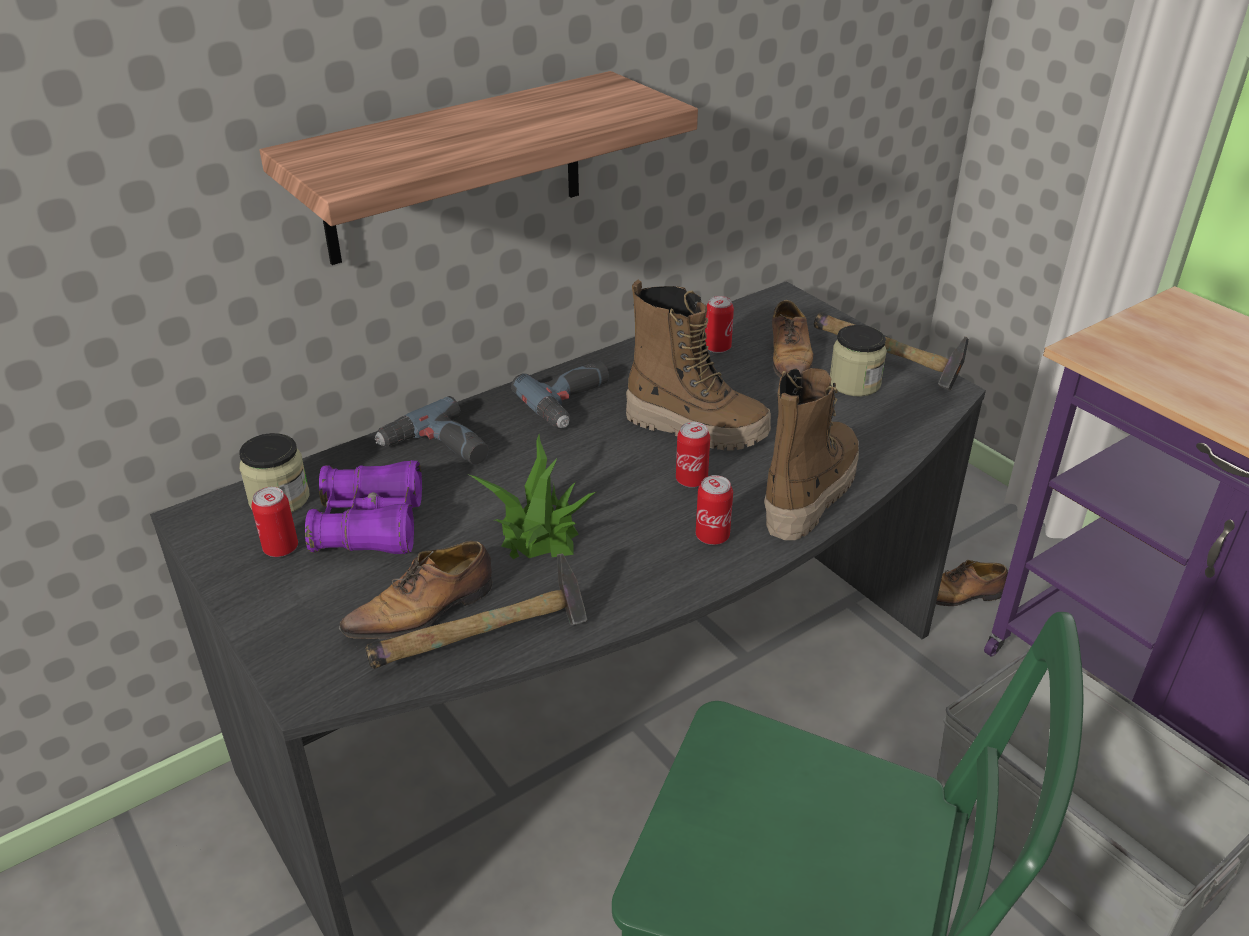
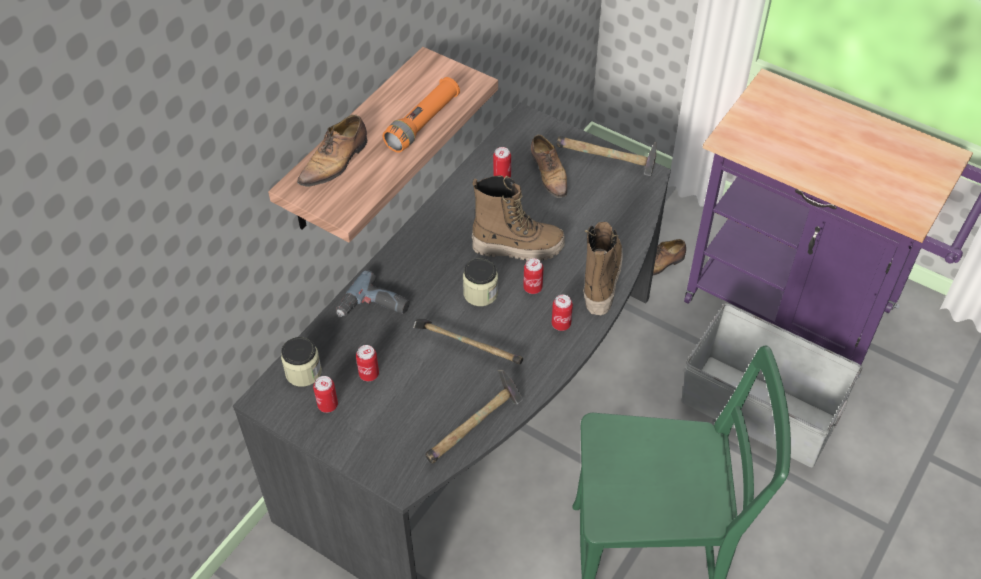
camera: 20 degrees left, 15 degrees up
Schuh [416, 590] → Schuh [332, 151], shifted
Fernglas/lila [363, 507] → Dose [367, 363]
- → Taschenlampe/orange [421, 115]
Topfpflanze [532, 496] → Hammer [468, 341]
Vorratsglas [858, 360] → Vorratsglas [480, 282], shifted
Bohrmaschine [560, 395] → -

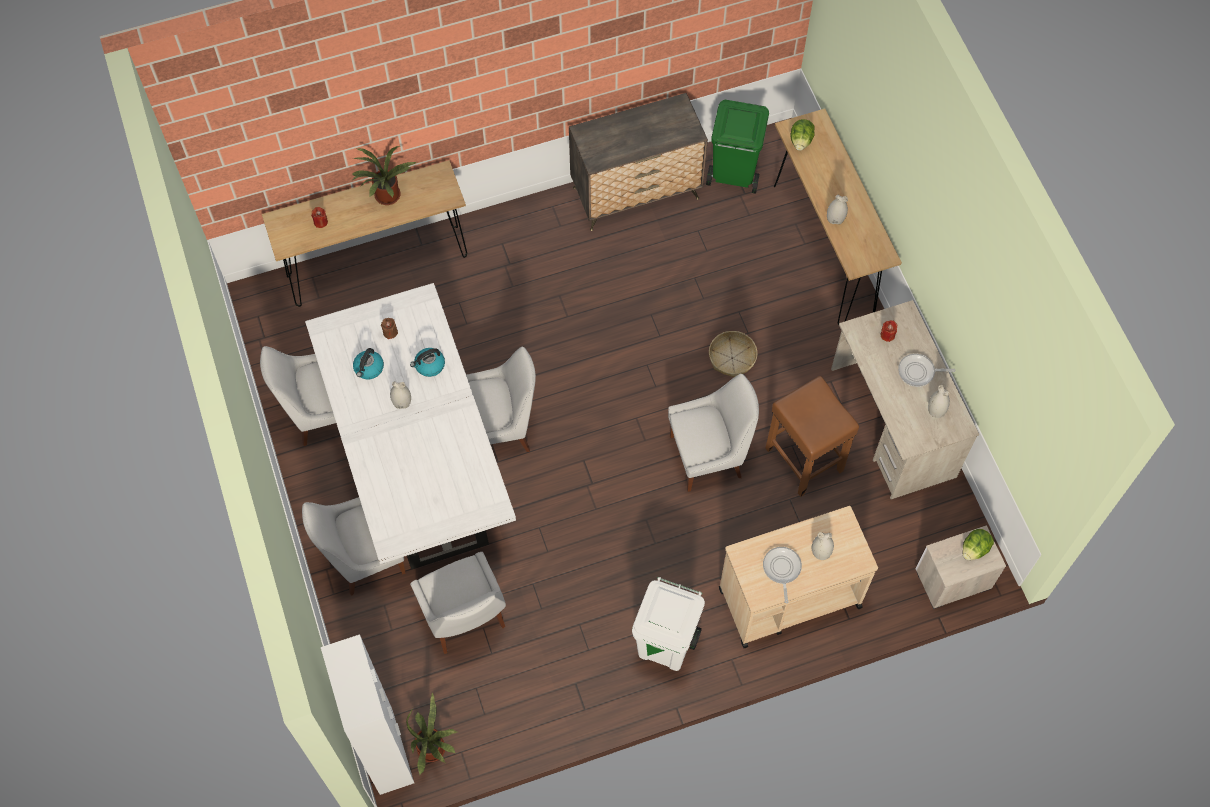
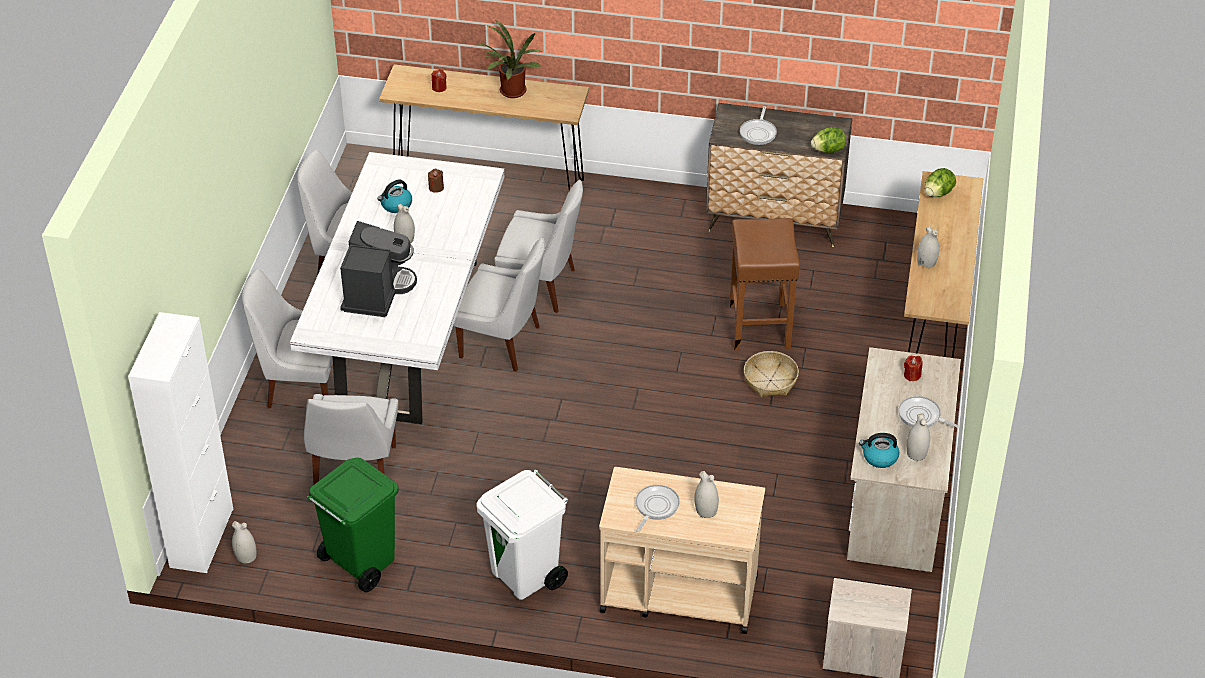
camera: 30 degrees right, 20 degrees down
Topfpflanze [431, 733] → Vase/weiß [244, 542]
Mülleimer/grün [737, 147] → Mülleimer/grün [352, 525], shifted
- → Kaffeemaschine [378, 269]
Stuhl/weiß [713, 433] → Stuhl/weiß [539, 246], shifted
Hocker/braun [812, 436] → Hocker/braun [765, 284], shifted
- → Pfanne [758, 125]
Salatkopf [978, 544] → Salatkopf [828, 140], shifted
Wasserkessel [427, 362] → Wasserkessel [879, 450], shifted

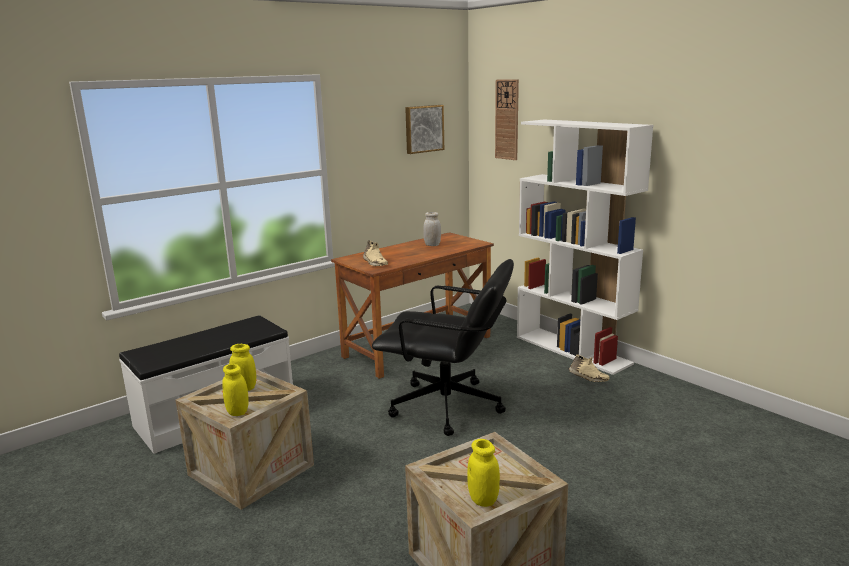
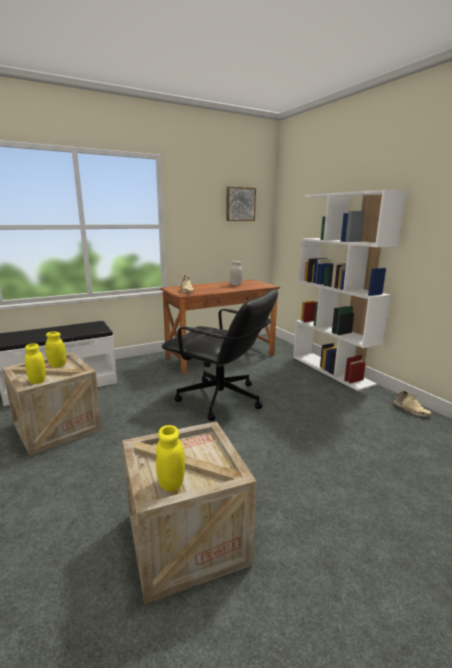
camera: 10 degrees right, 0 degrees up
Schuh/beige [589, 368] → Schuh/beige [412, 403], shifted
Wanduhr [507, 119] → -

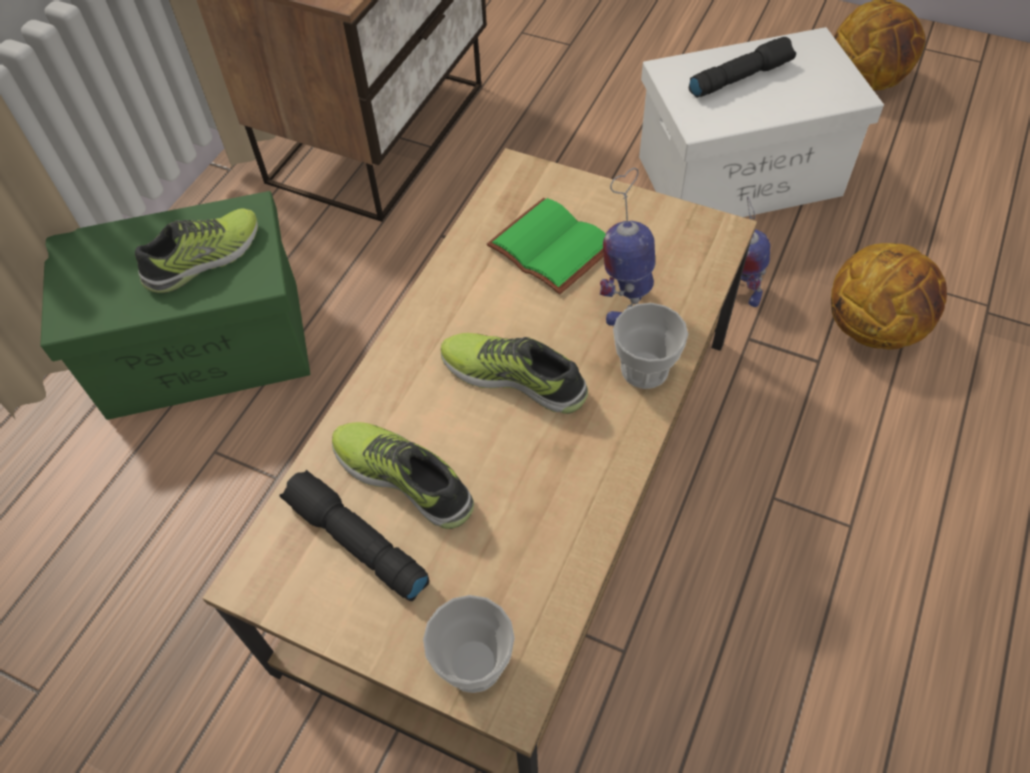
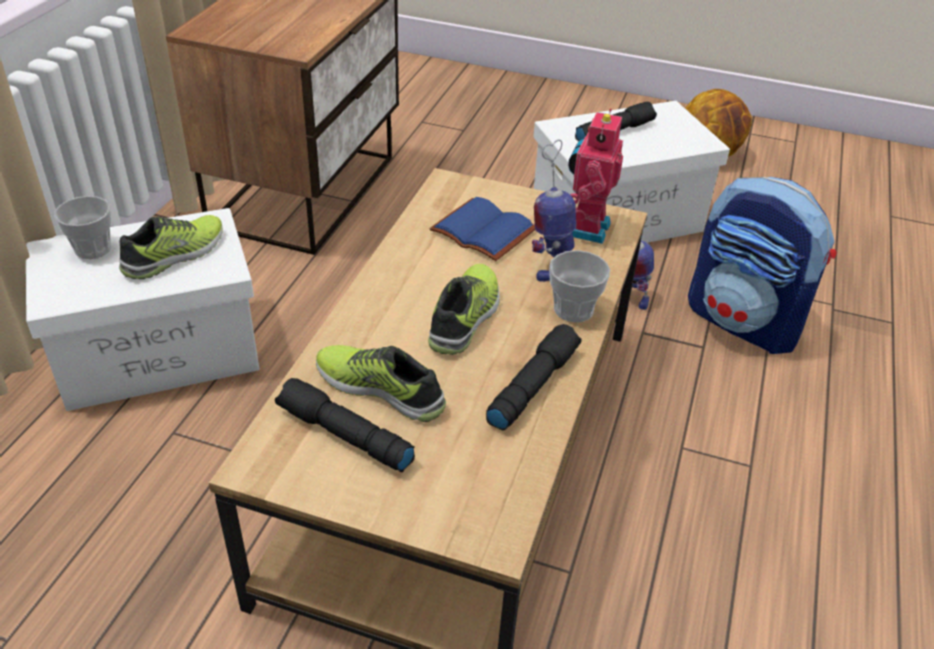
camera: 10 degrees left, 15 degrees down
Aufbewahrungsbox/grün [175, 305] → Aufbewahrungsbox/weiß [143, 309]
Tasse [469, 644] → Tasse [83, 227], shifted
Schuh [514, 373] → Schuh [464, 309], 90 degrees clockwise
Buch/grün [546, 246] → Buch/blau [482, 229]
- → Taschenlampe/schwarz [534, 377]
- → Spielzeugroboter [595, 176]
Basketball [889, 296] → Rucksack [762, 265]

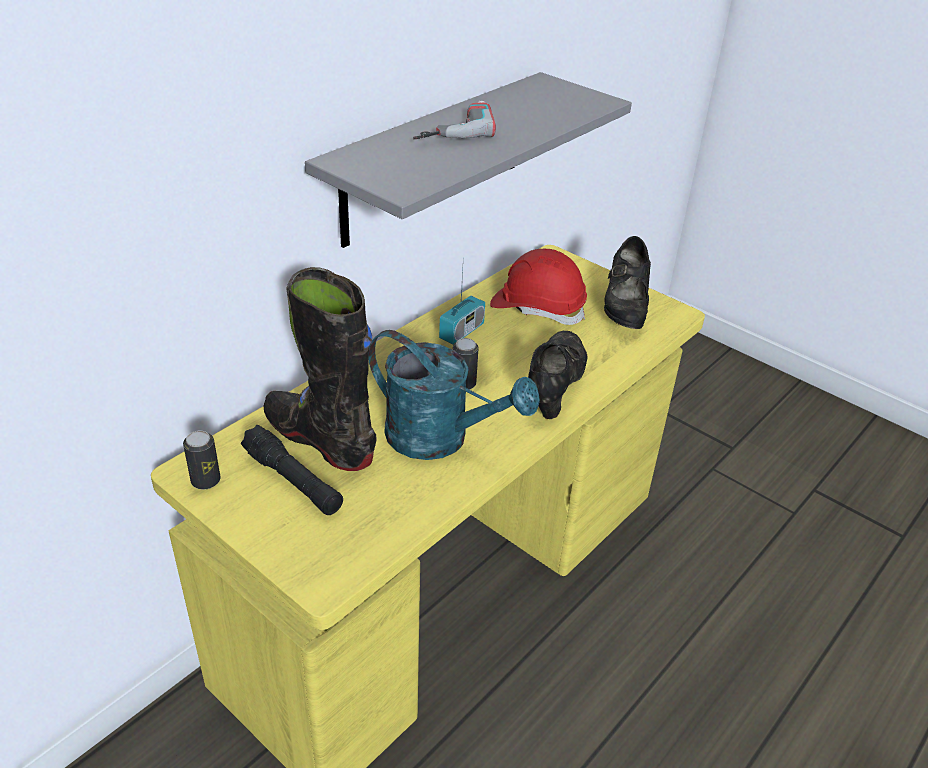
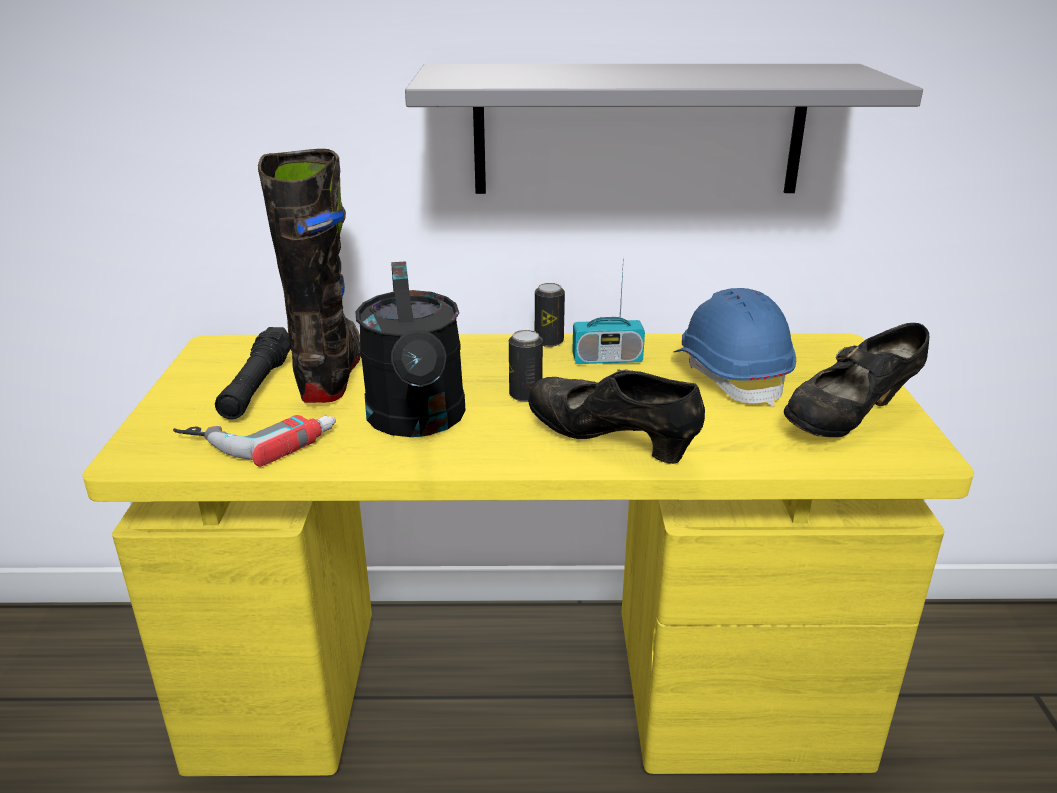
camera: 50 degrees right, 10 degrees down
Bohrmaschine [454, 119] → Bohrmaschine [254, 441], shifted
Gießkanne/türkis [454, 395] → Gießkanne/schwarz [411, 349]
Schuh/schwarz [557, 375] → Schuh/schwarz [616, 416], 120 degrees counterclockwise
Dose [201, 459] → Dose [550, 315], shifted
Schutzhelm/rot [538, 287] → Schutzhelm/blau [734, 347]

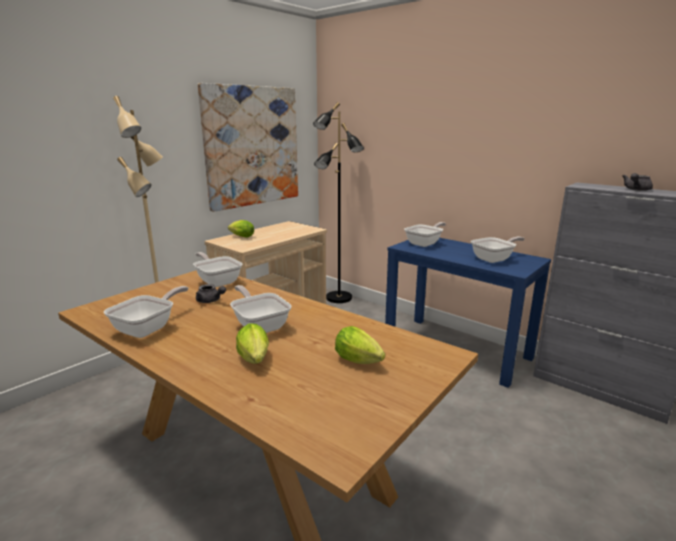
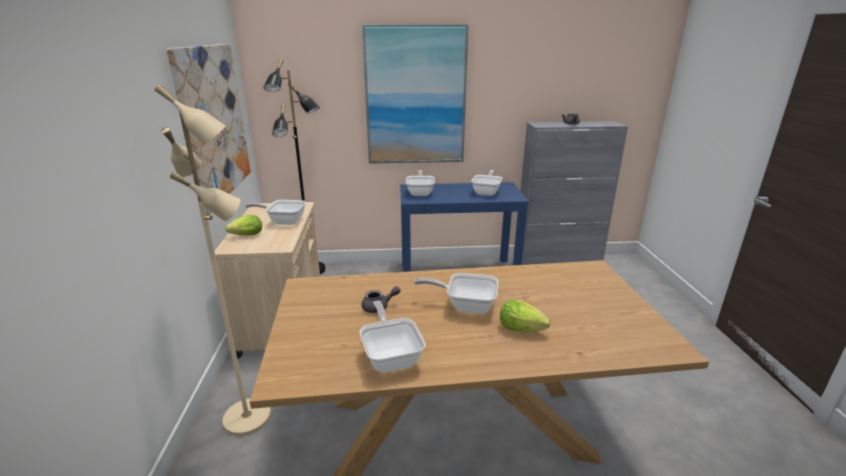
camera: 45 degrees left, 5 degrees up
Pfanne [217, 269] → Pfanne [275, 212], shifted
- → Bild [415, 94]
Salatkopf [360, 345] → -

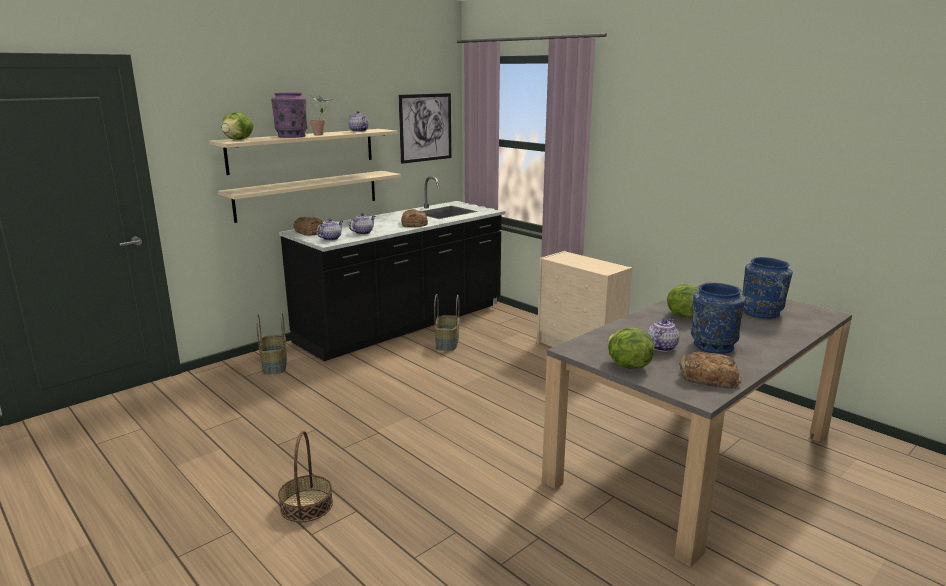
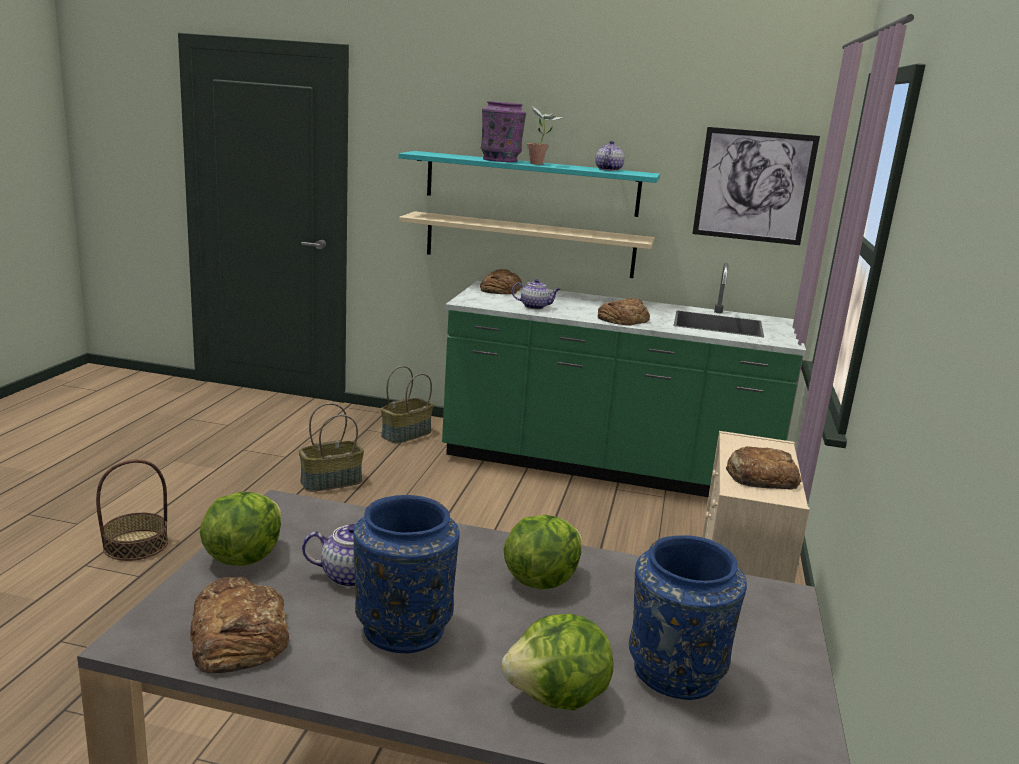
camera: 55 degrees right, 0 degrees up
Korb [447, 322] → Korb [331, 447], shifted
Wandregal/beige [303, 152] → Wandregal/türkis [529, 184]
Küchenzeile/schwarz [392, 268] → Küchenzeile/grün [624, 380]
Salatkopf [237, 126] → Salatkopf [558, 662], shifted
- → Brot [764, 468]
Teekanne [329, 229] → -

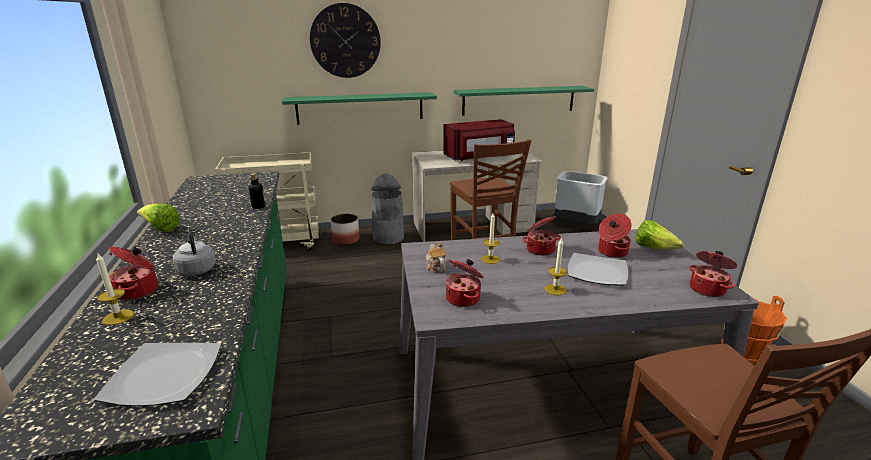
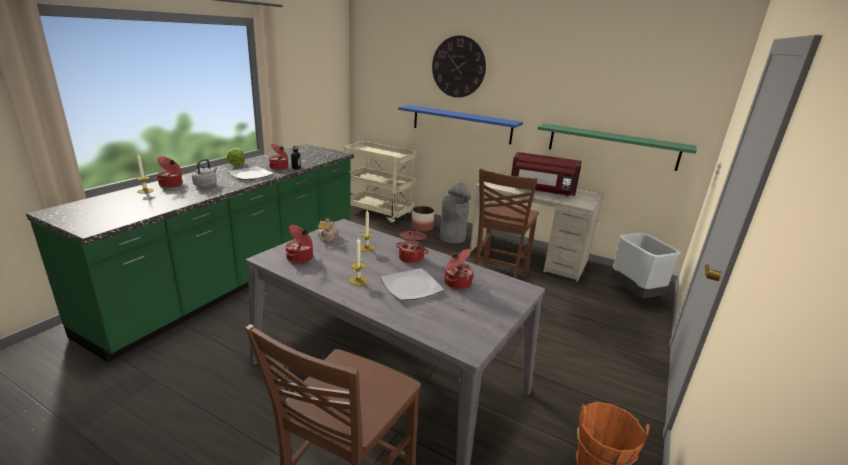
camera: 40 degrees right, 0 degrees up
Teller [157, 374] → Teller [250, 173], shifted
Kochtopf [713, 274] → Kochtopf [278, 156], shifted
Wandregal/grün [359, 108] → Wandregal/blau [460, 124]
Salatkopf [660, 235] → -

